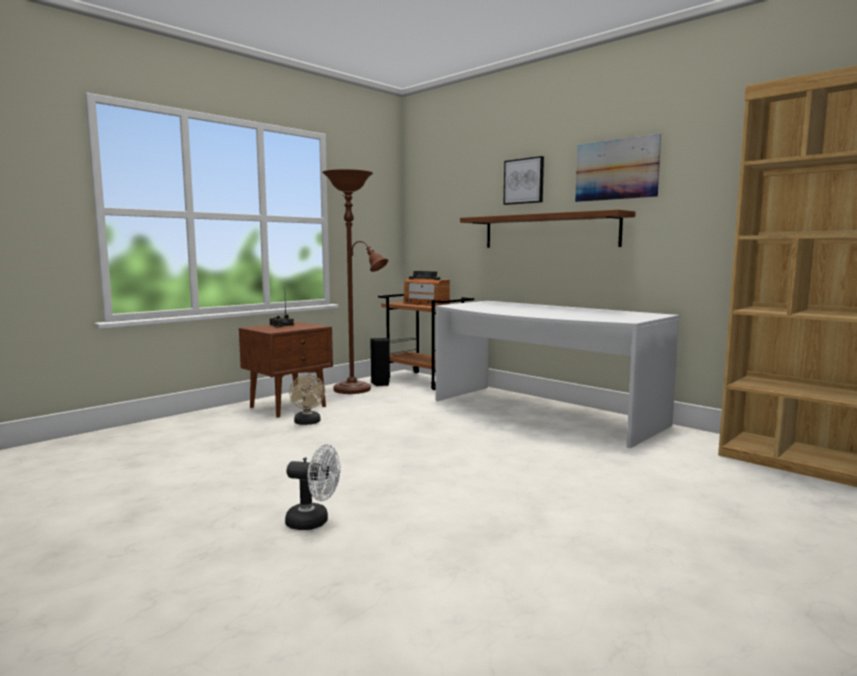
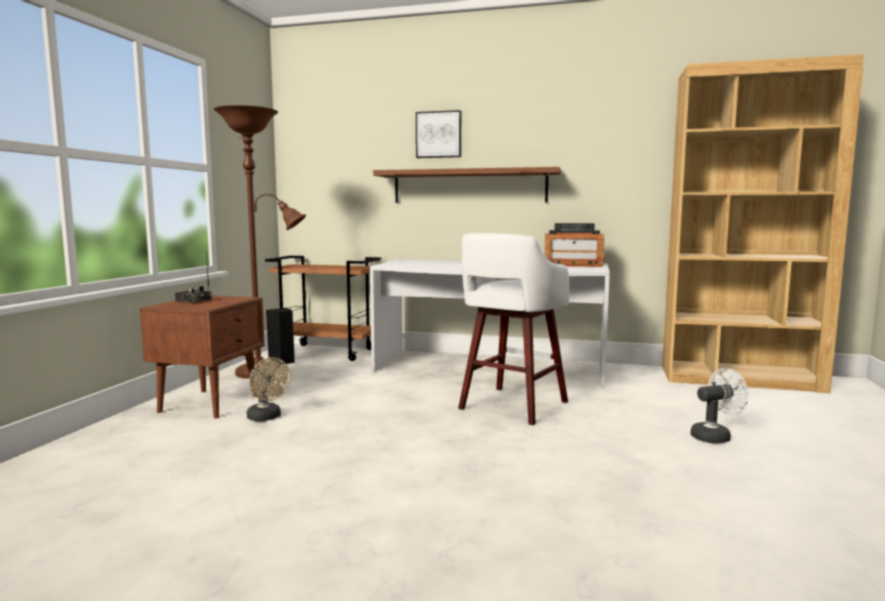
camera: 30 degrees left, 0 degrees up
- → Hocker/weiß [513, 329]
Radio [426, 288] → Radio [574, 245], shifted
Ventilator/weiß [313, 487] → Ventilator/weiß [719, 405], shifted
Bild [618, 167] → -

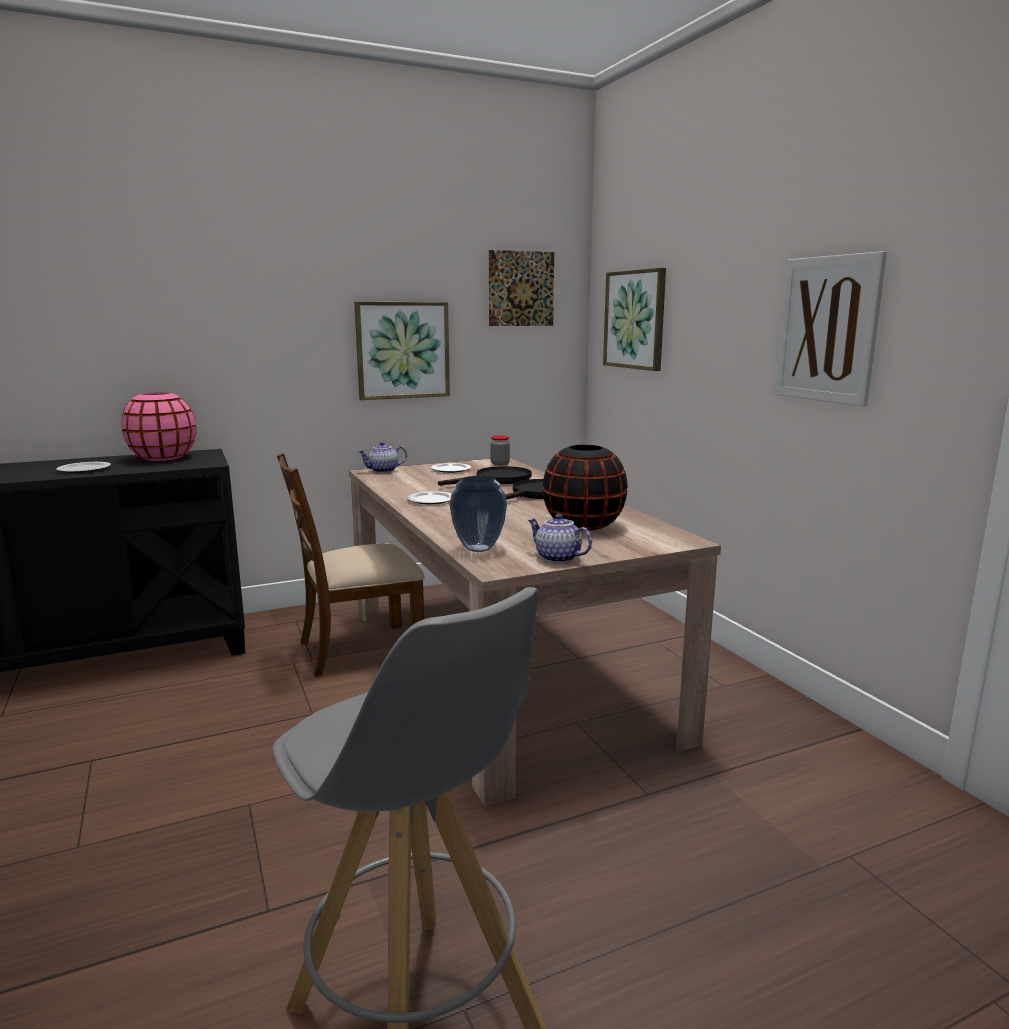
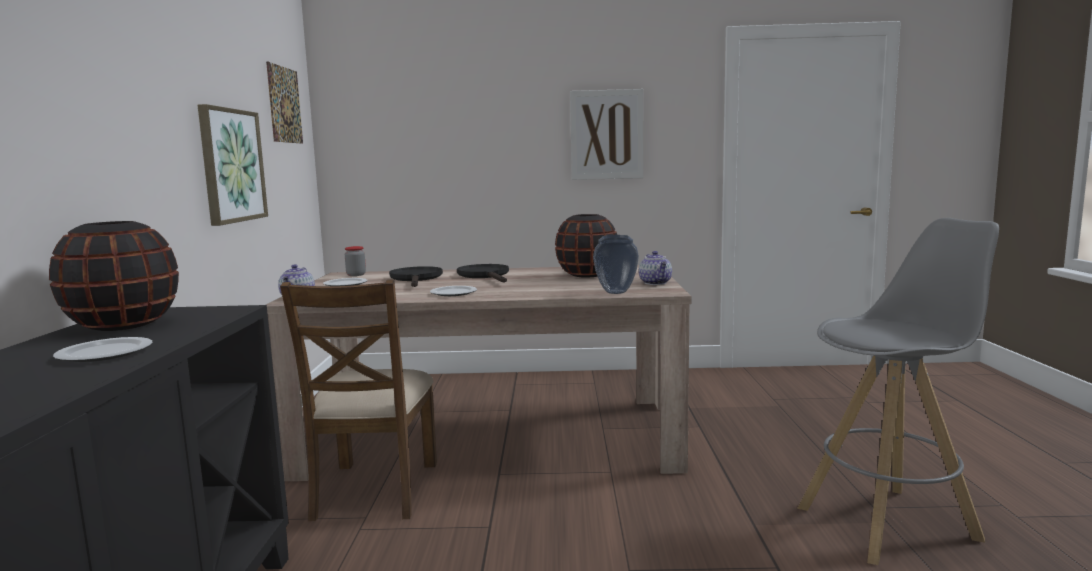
camera: 65 degrees left, 5 degrees down
Vase/rosa [159, 426] → Vase/schwarz [114, 276]
Teekanne [560, 538] → Teekanne [655, 268], 75 degrees counterclockwise
Bild [634, 319] → -

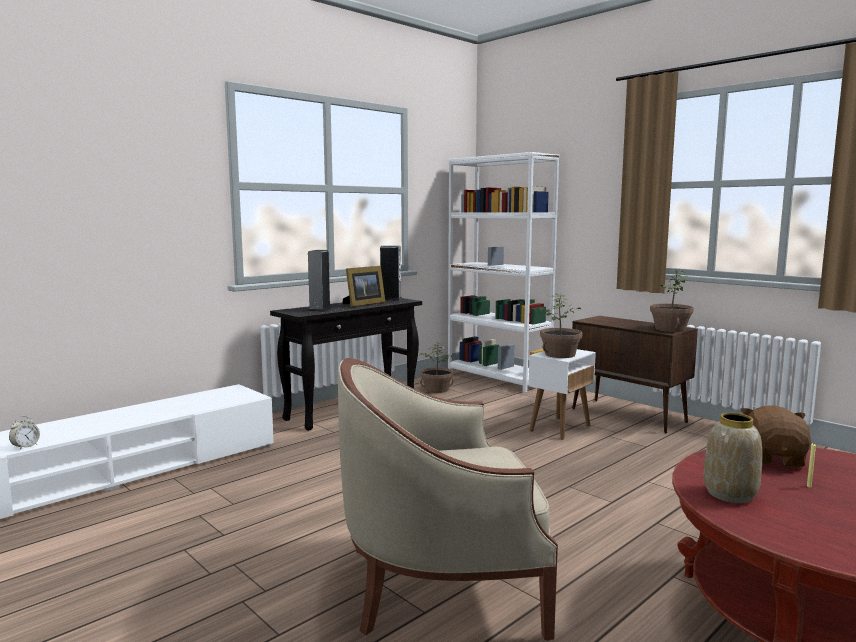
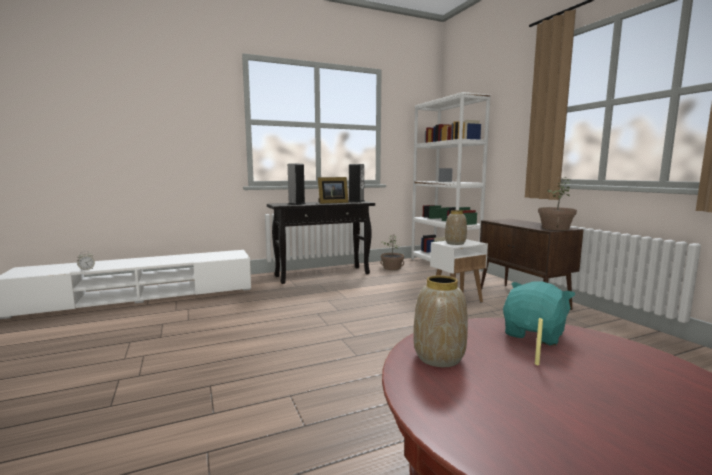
camera: 20 degrees right, 0 degrees up
Topfpflanze [561, 325] → Vase [456, 227]
Plüschtier/braun [776, 436] → Plüschtier/türkis [539, 313]
Sessel/beige [448, 499] → -

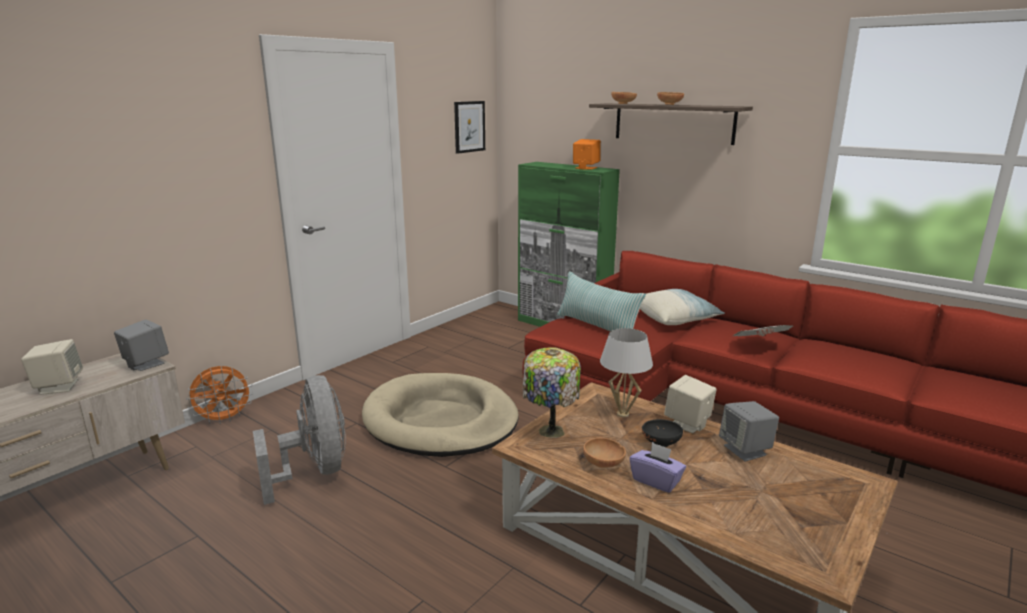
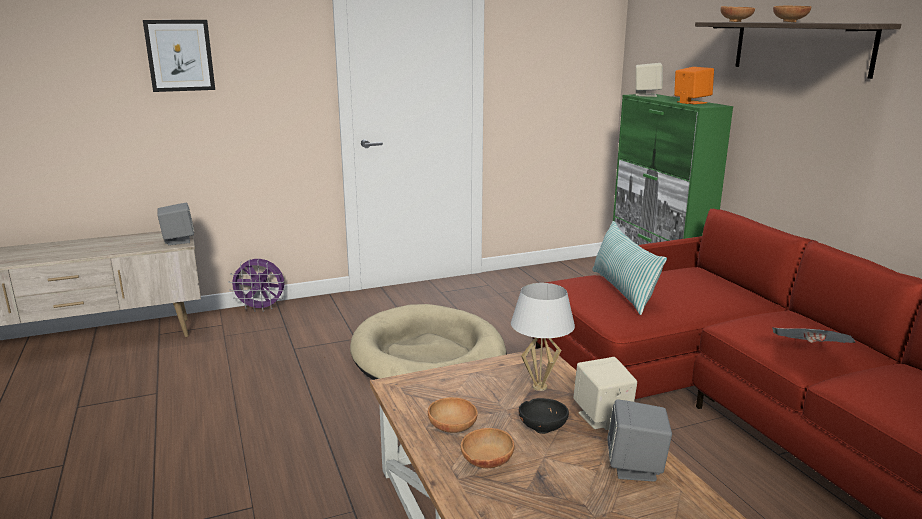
camera: 30 degrees right, 0 degrees up
Bild [469, 127] → Bild [179, 56], shifted
Ventilator/orange [219, 395] → Ventilator/lila [256, 285]
Taschentuchbox/lila [657, 467] → Schüssel/braun [487, 448]
Lautsprecher/beige [52, 367] → Lautsprecher/beige [649, 80], shifted
Ventilator/grau [299, 440] → -
Tischlampe [552, 392] → -
Kissen [682, 307] → -

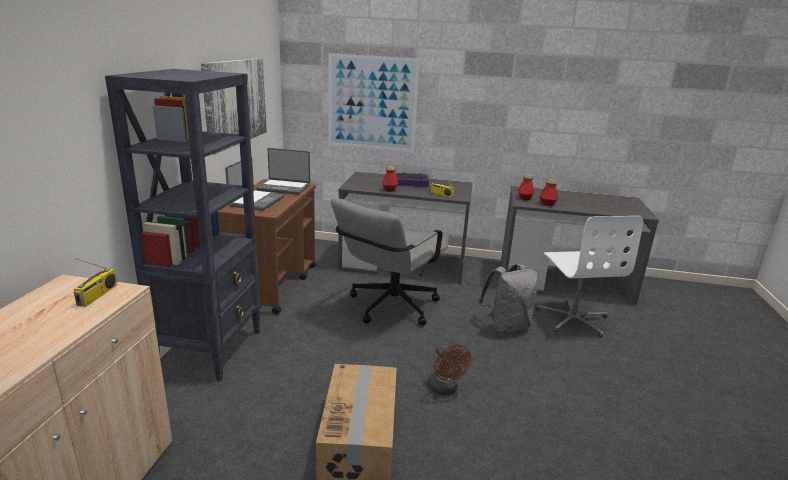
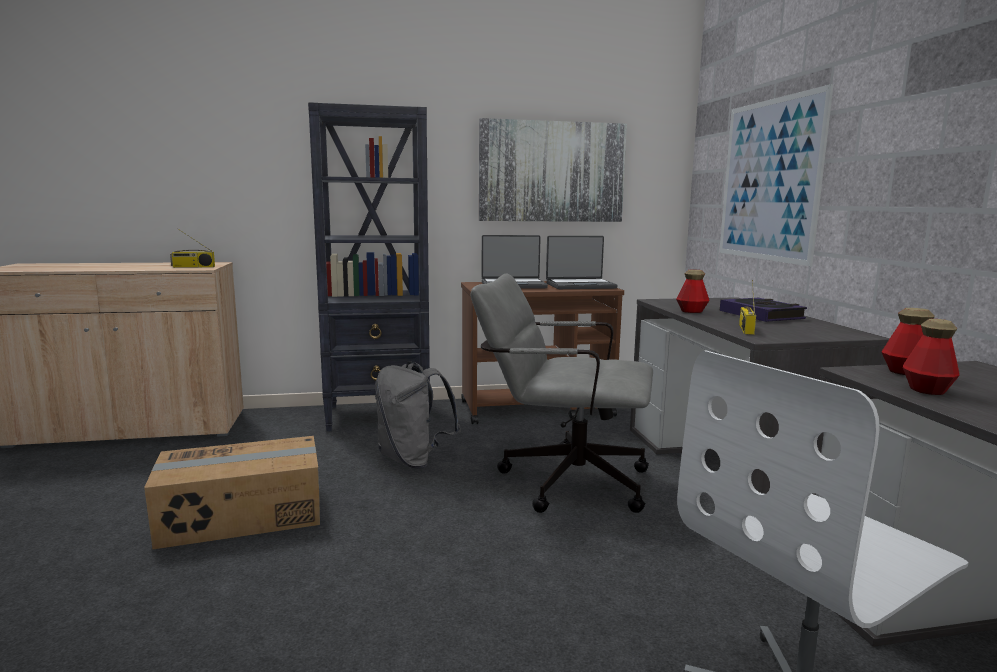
camera: 70 degrees right, 10 degrees down
Rucksack/grau [508, 298] → Rucksack/grau [418, 415], shifted
Laptop [283, 171] → Laptop [582, 262], 90 degrees counterclockwise
Ventilator/braun [449, 369] → -

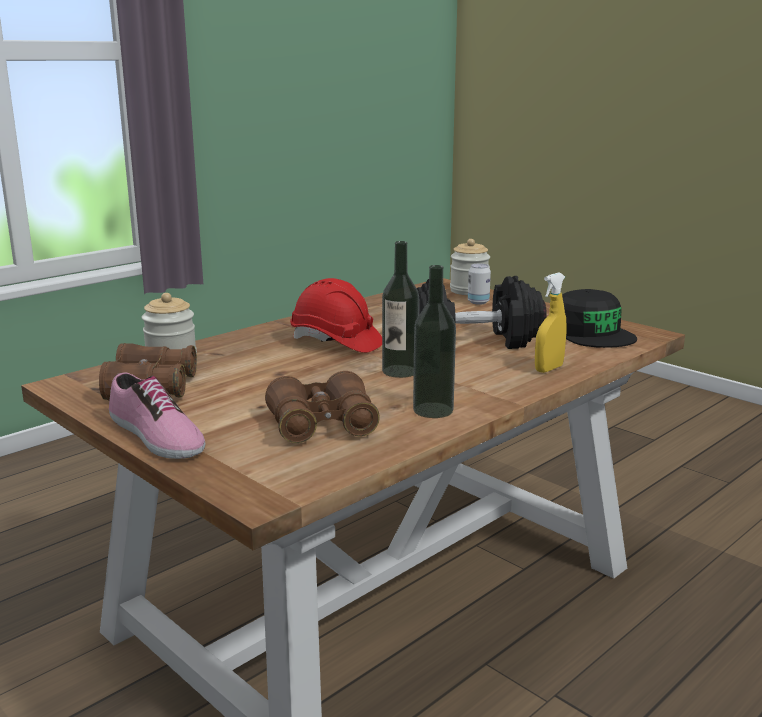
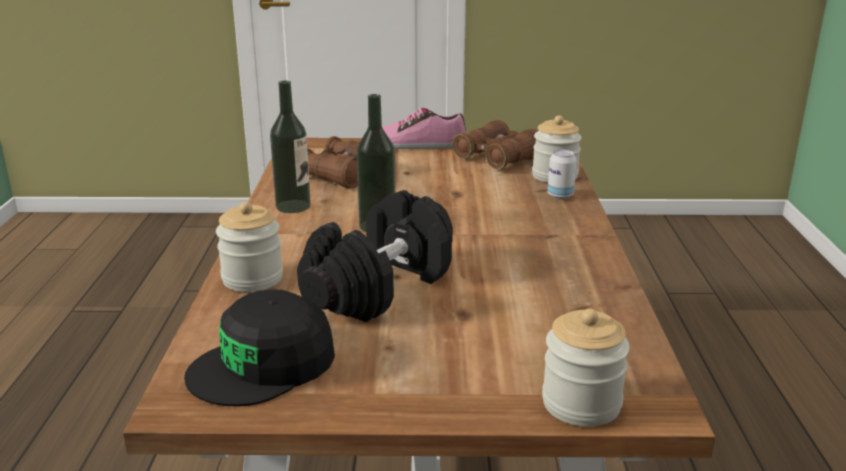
camera: 135 degrees right, 5 degrees up
Kappe/schwarz [599, 318] → Kappe/schwarz [259, 348], 60 degrees counterclockwise
Sprühflasche/gelb [551, 323] → Vorratsglas [249, 246]
Dose [479, 284] → Dose [562, 174], shifted
Schutzhelm/rot [336, 315] → -

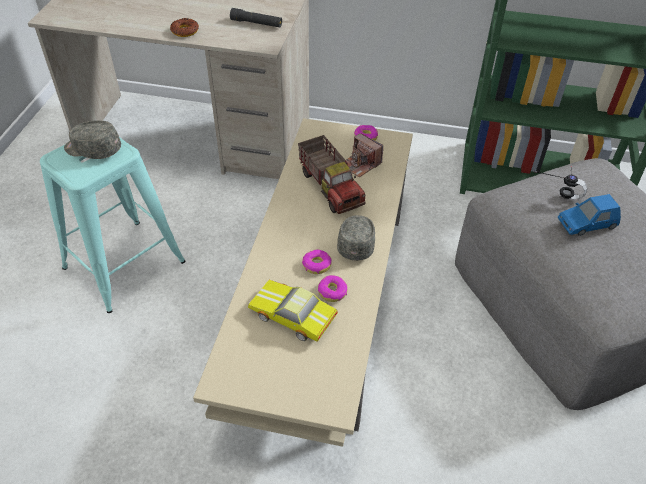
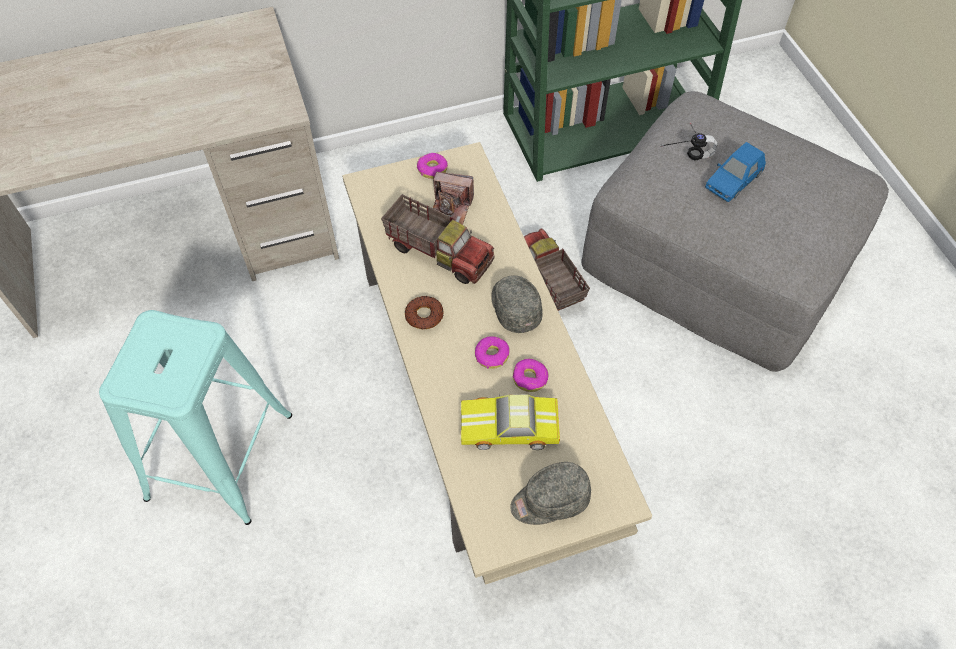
camera: 30 degrees left, 10 degrees up
Donut [184, 27] → Donut [424, 312], shifted
Kappe/grau [92, 139] → Kappe/grau [550, 493], shifted
- → Spielzeuglaster [557, 269]
Taschenlampe/schwarz [256, 17] → -

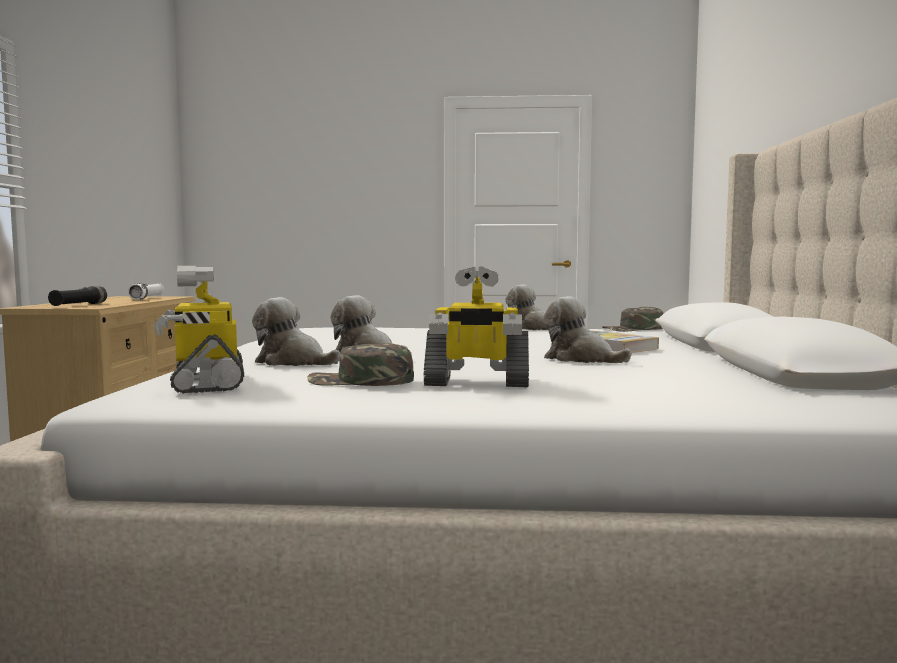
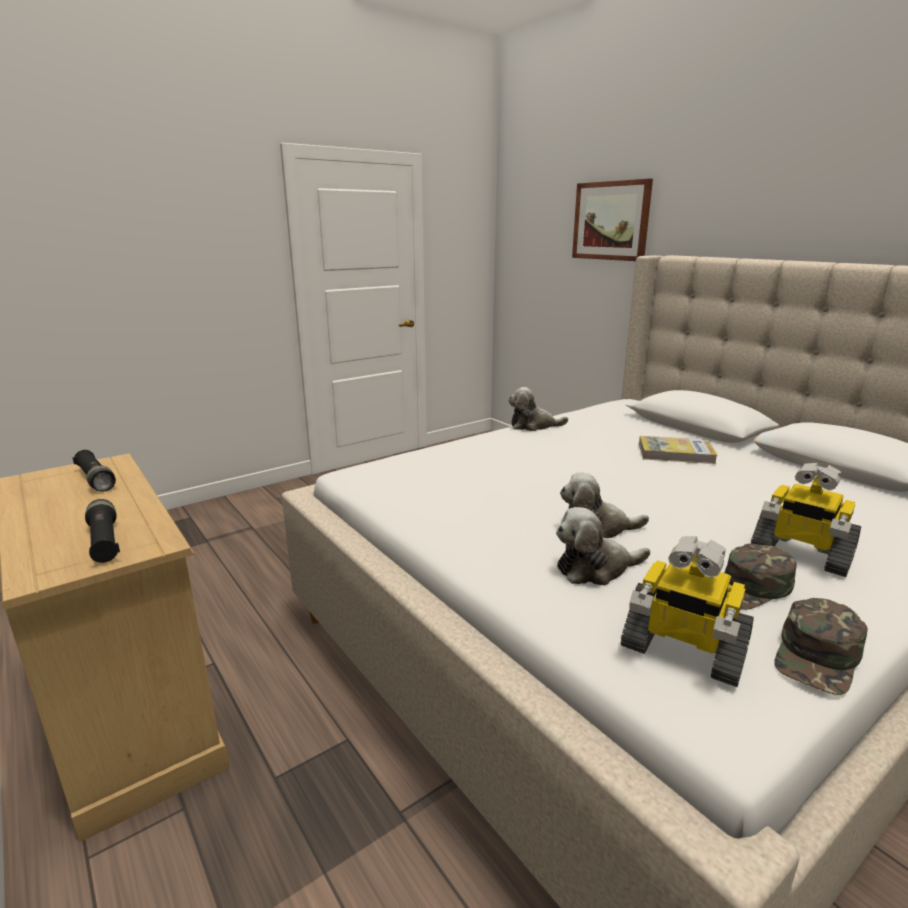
camera: 40 degrees left, 15 degrees up
Taschenlampe/weiß [146, 291] → Taschenlampe/schwarz [94, 471]
- → Bild [612, 220]
Spielzeugroboter [476, 326] → Spielzeugroboter [806, 520], 75 degrees clockwise
Kappe/grün [633, 319] → Kappe/grün [821, 646], shifted
Plüschtier [587, 329] → -

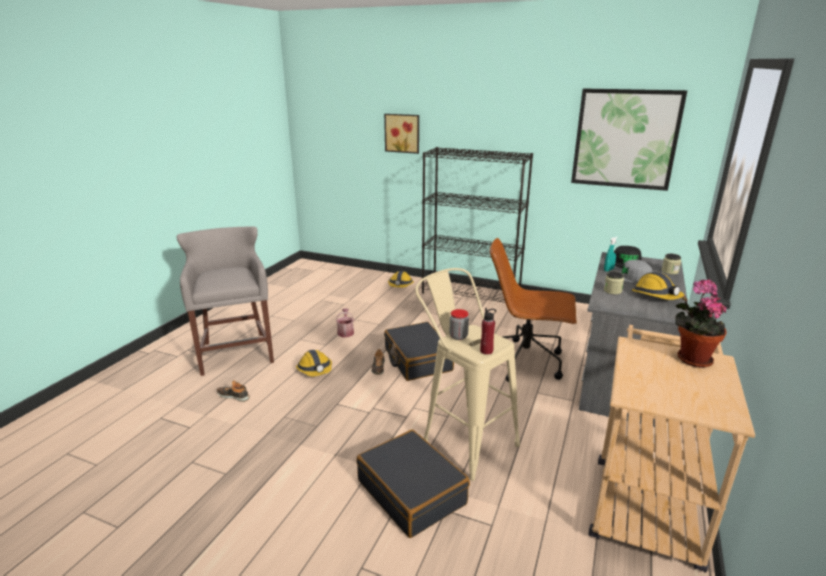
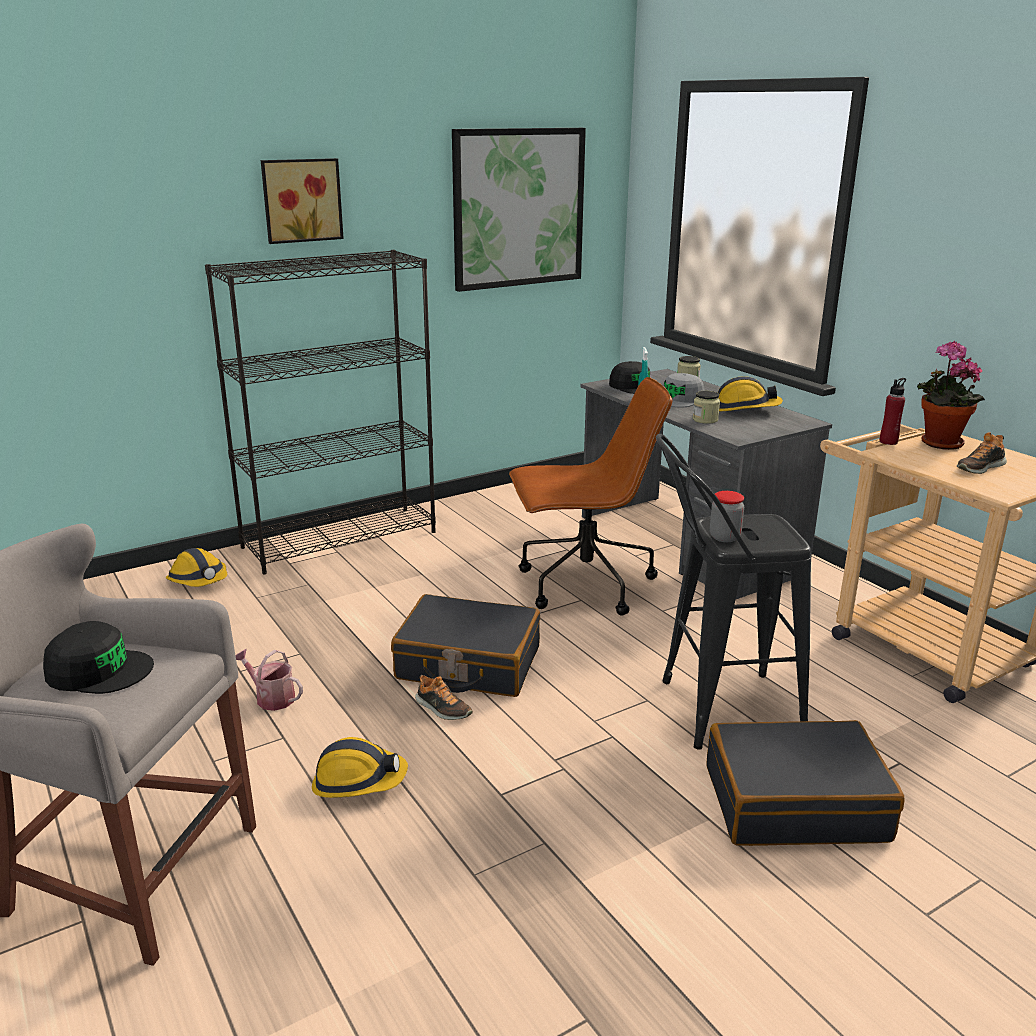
camera: 55 degrees left, 0 degrees up
- → Kappe/schwarz [98, 657]
Bild [401, 134] → Bild [302, 201], shifted
Bürostuhl/braun [533, 310] → Bürostuhl/braun [590, 496], 150 degrees counterclockwise
Hocker/beige [467, 374] → Hocker/schwarz [733, 592]
Flasche/rot [488, 331] → Flasche/rot [892, 411], shifted
Schuh [233, 391] → Schuh [982, 453], shifted

